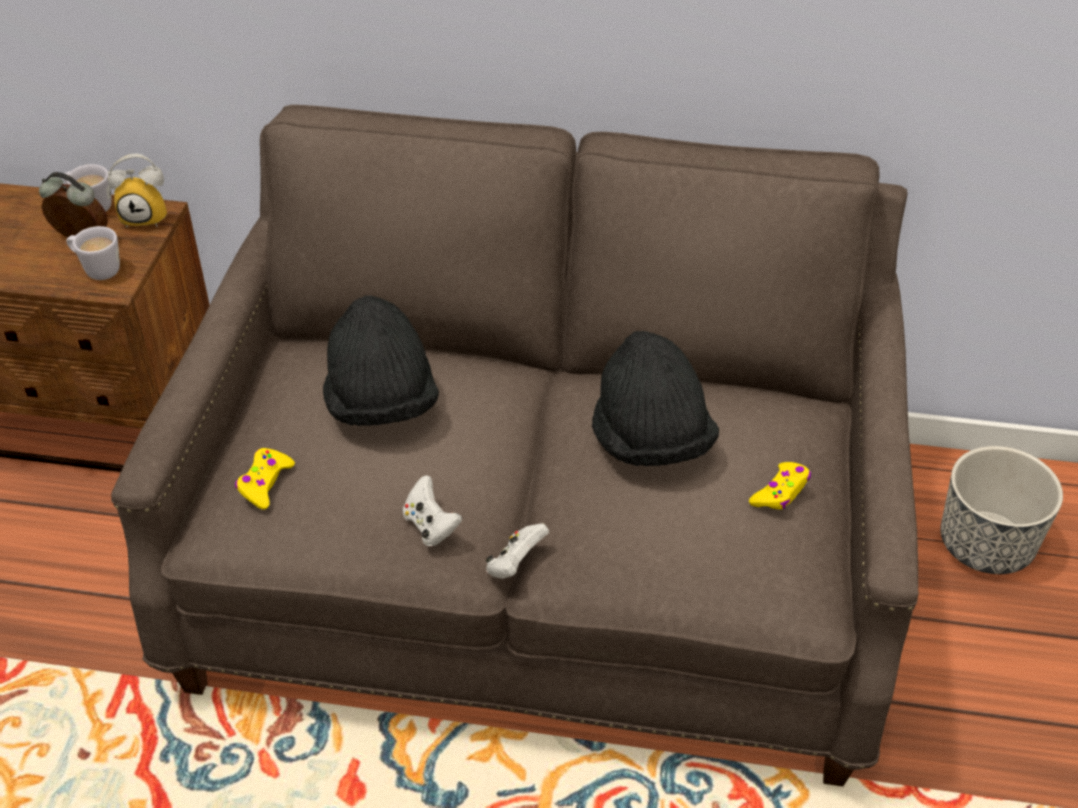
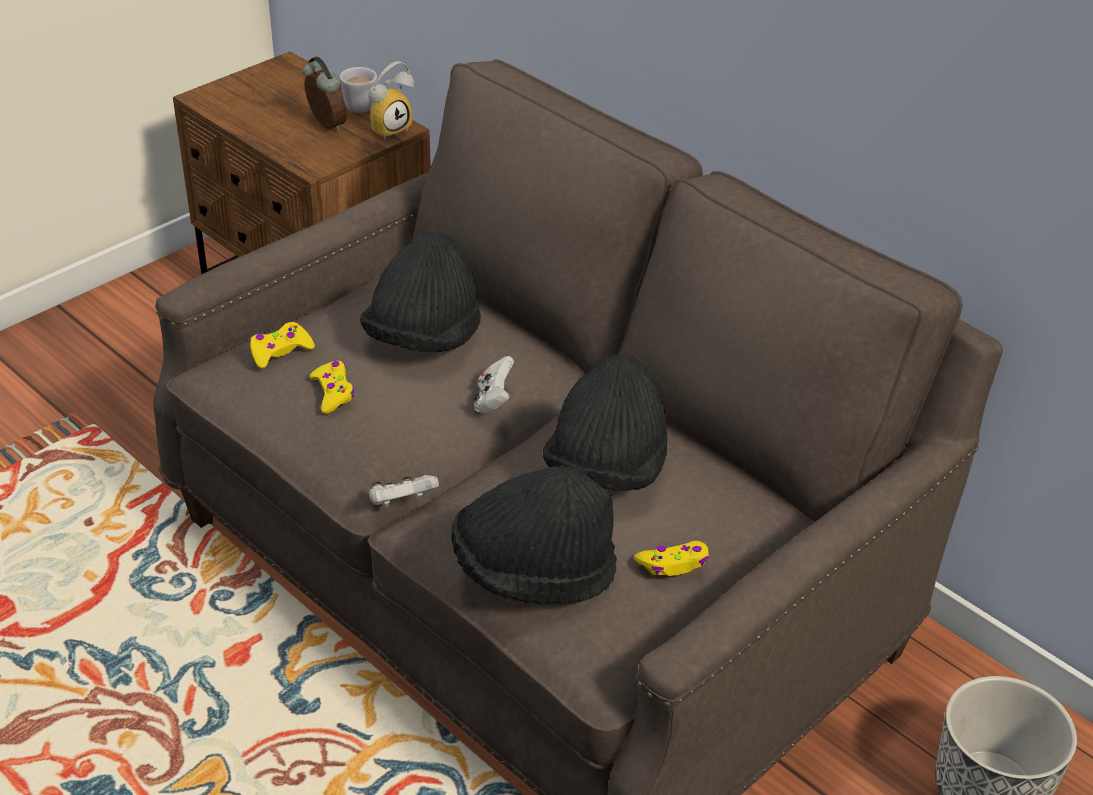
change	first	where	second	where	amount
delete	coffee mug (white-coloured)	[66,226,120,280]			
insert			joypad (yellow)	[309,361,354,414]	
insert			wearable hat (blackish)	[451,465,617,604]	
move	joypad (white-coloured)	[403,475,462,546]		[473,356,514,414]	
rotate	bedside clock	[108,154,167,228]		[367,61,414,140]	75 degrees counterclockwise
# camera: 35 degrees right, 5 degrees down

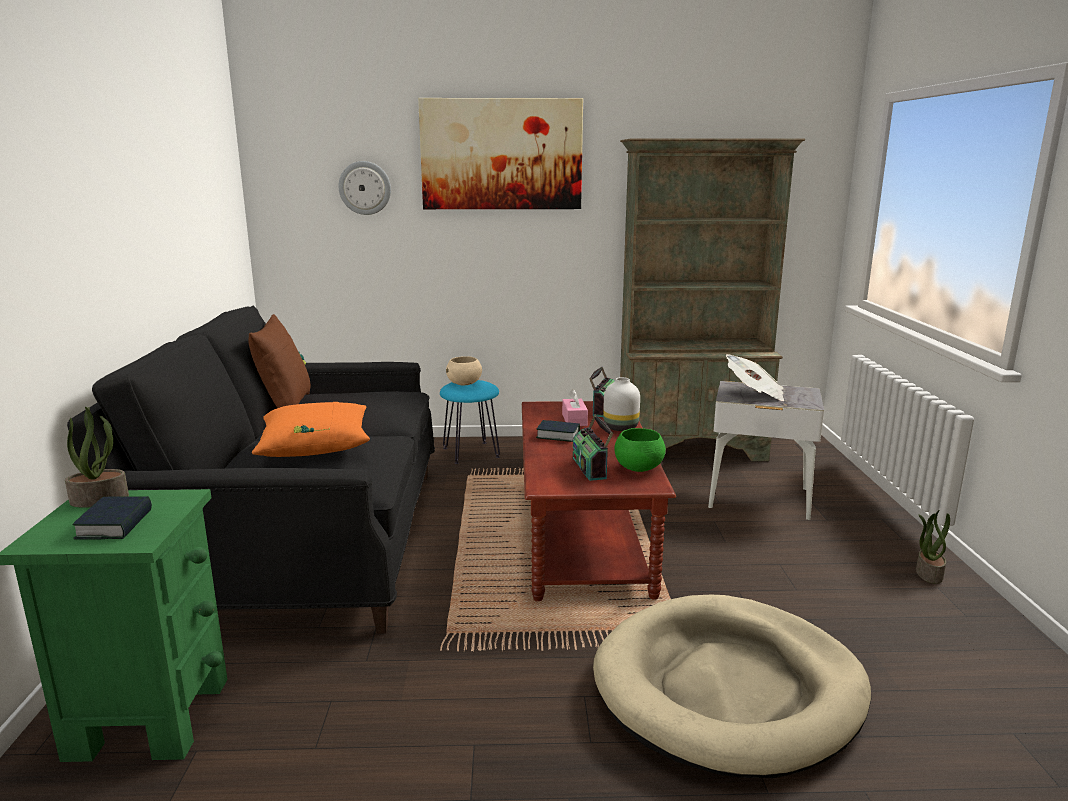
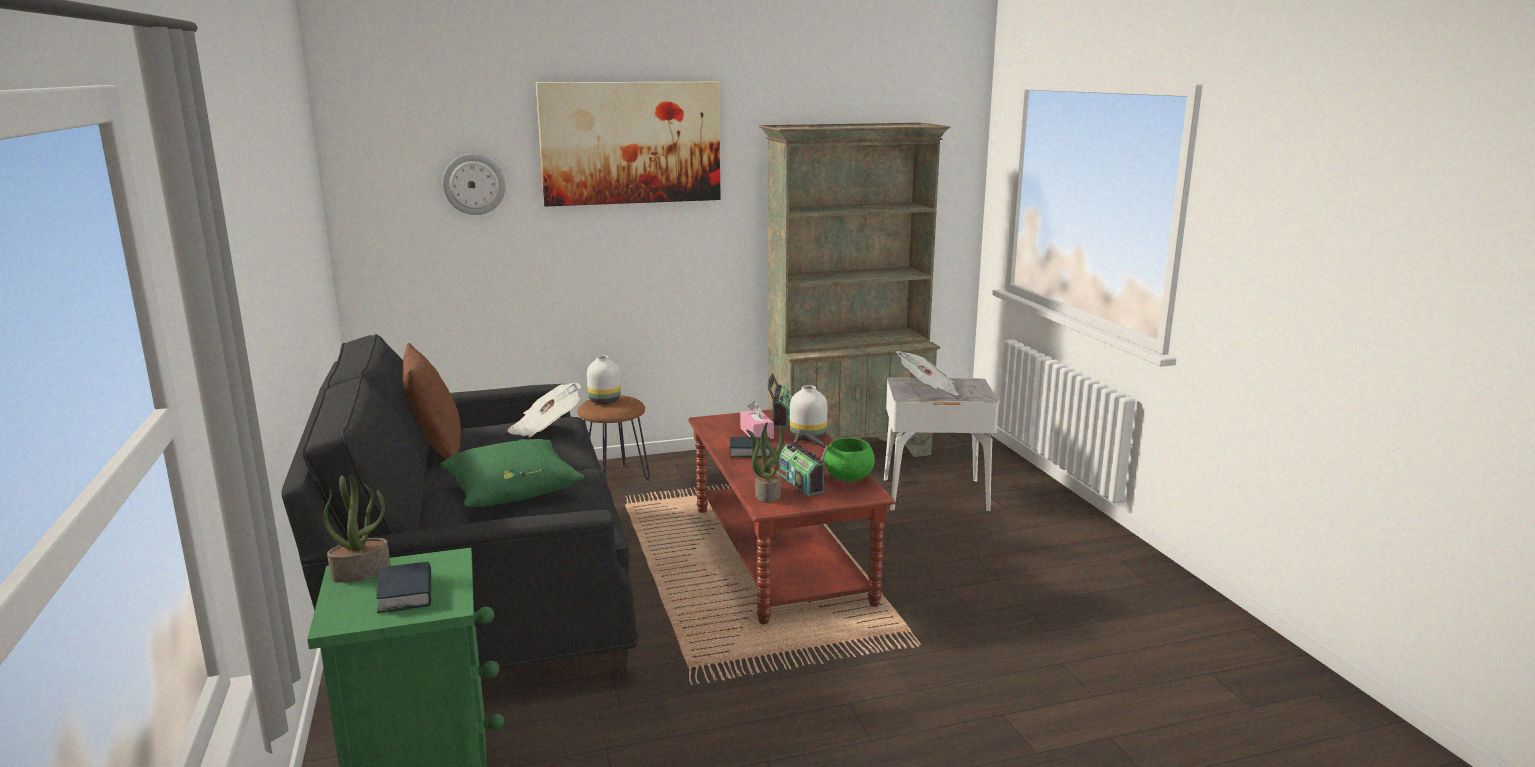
change	first	where	second	where	amount
delete	dog cushion (beige)	[593,595,871,778]			
insert			printed paper	[508,383,582,437]	
move	potted plant	[916,510,950,584]		[746,422,784,503]	
replace	deep dish (beige)	[446,356,482,385]	flower vase (white-coloured)	[587,356,621,404]	
recolor	pillow (orangey)	[252,402,370,457]	pillow (green)	[441,439,585,507]	
recolor	stool seat (turquoise-coloured)	[440,380,500,464]	stool seat (brown)	[577,395,650,481]	
# camera: 15 degrees left, 0 degrees up

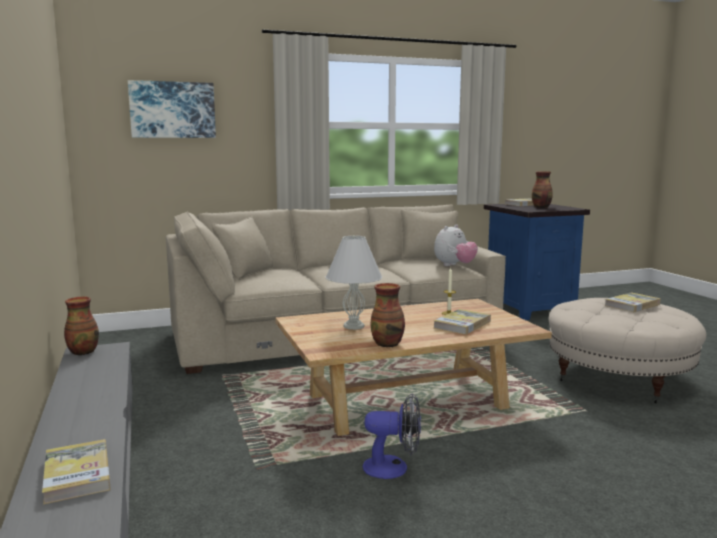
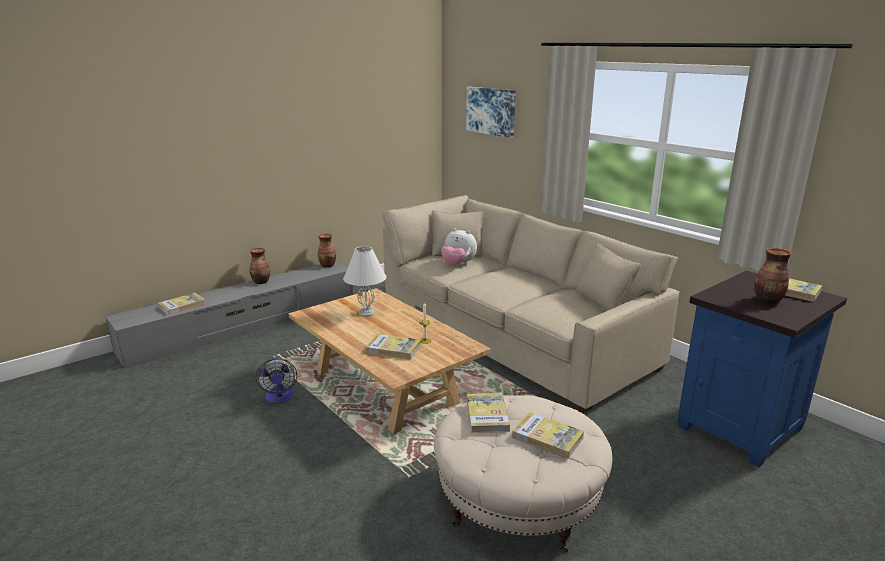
change	first	where	second	where	amount
insert			book	[467,393,510,433]	
move	flower vase	[371,283,405,347]		[249,248,270,284]	
move	cuddly toy	[434,224,478,266]		[441,228,477,265]	
# camera: 70 degrees right, 10 degrees up

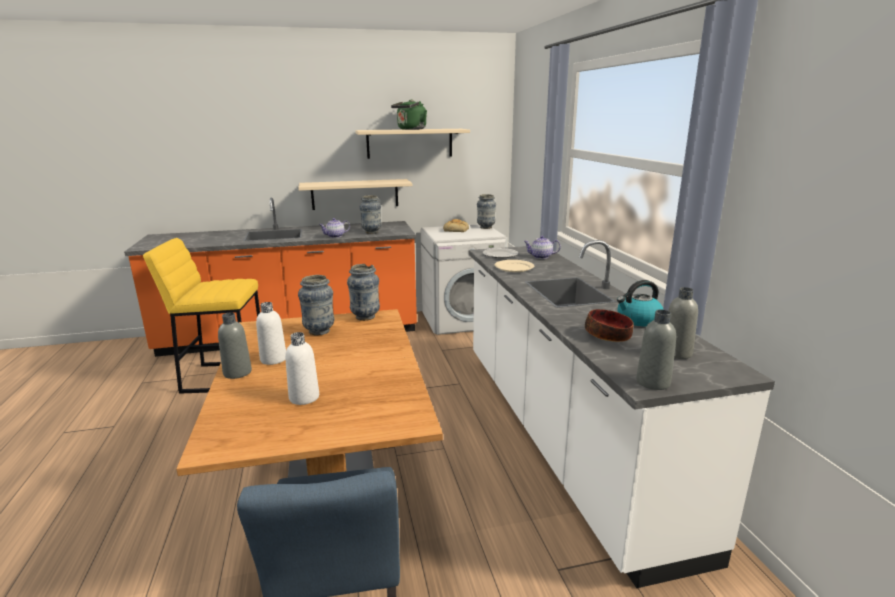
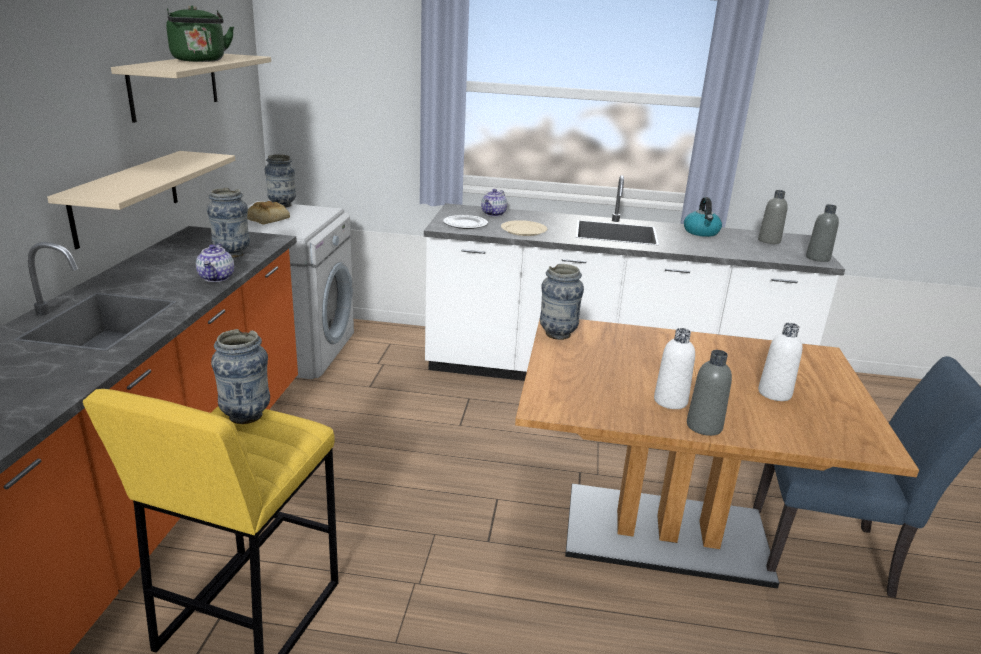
change	first	where	second	where	amount
delete	deep dish	[585,309,634,342]			
move	flower vase	[298,275,334,336]		[211,329,270,424]	
# camera: 70 degrees left, 5 degrees up

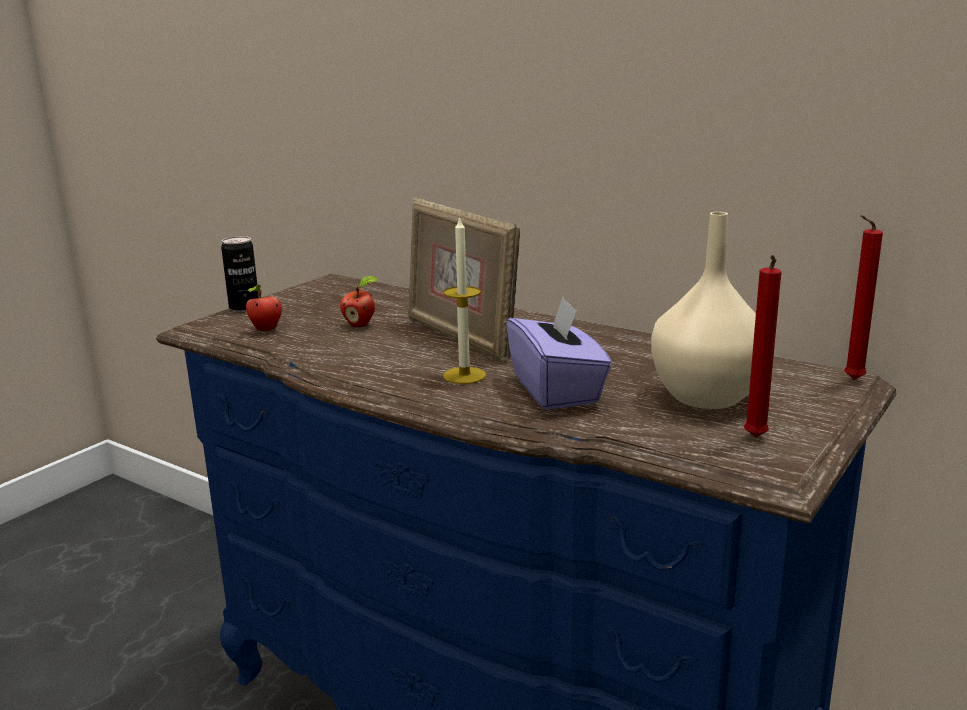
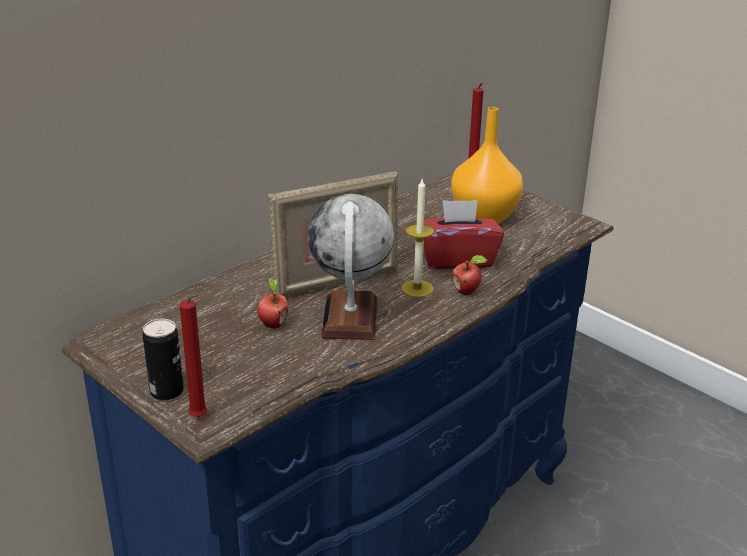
change	first	where	second	where	amount
insert			globe	[308,194,394,340]	
move	apple fruit	[246,285,282,331]		[451,255,487,295]	
move	wax candle (red)	[744,255,781,438]		[179,294,207,417]	
recolor	tissue box (purplish)	[506,297,612,410]	tissue box (red)	[423,200,504,269]	
recolor	flower vase (beige)	[651,212,756,409]	flower vase (orangey)	[451,107,523,224]	
# camera: 80 degrees left, 10 degrees up

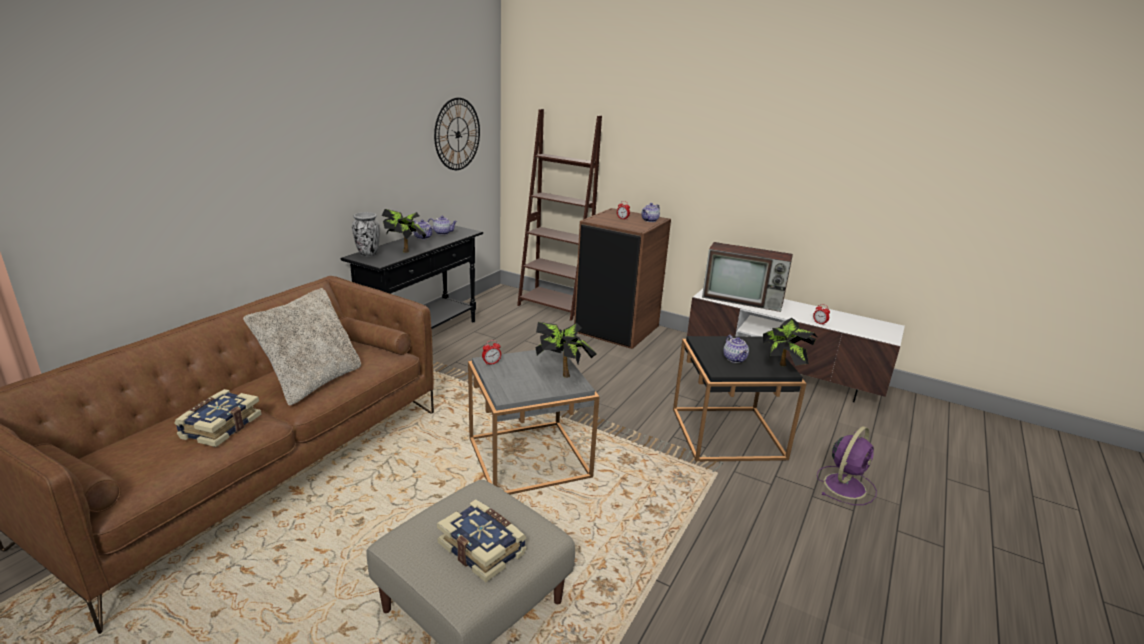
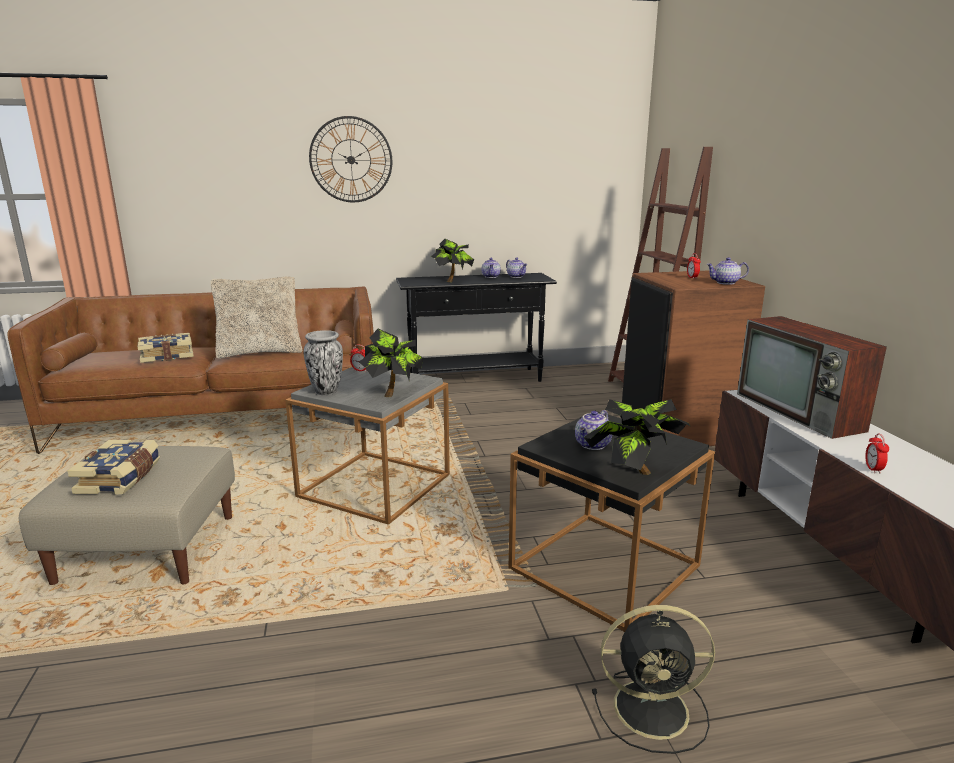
change	first	where	second	where	amount
move	flower vase	[352,212,380,257]		[303,330,343,395]	
move	hanging clock	[434,98,480,170]		[309,116,392,202]	
recolor	electric fan (purplish)	[817,426,877,505]	electric fan (blackish)	[592,605,715,754]	
# camera: 50 degrees right, 5 degrees down

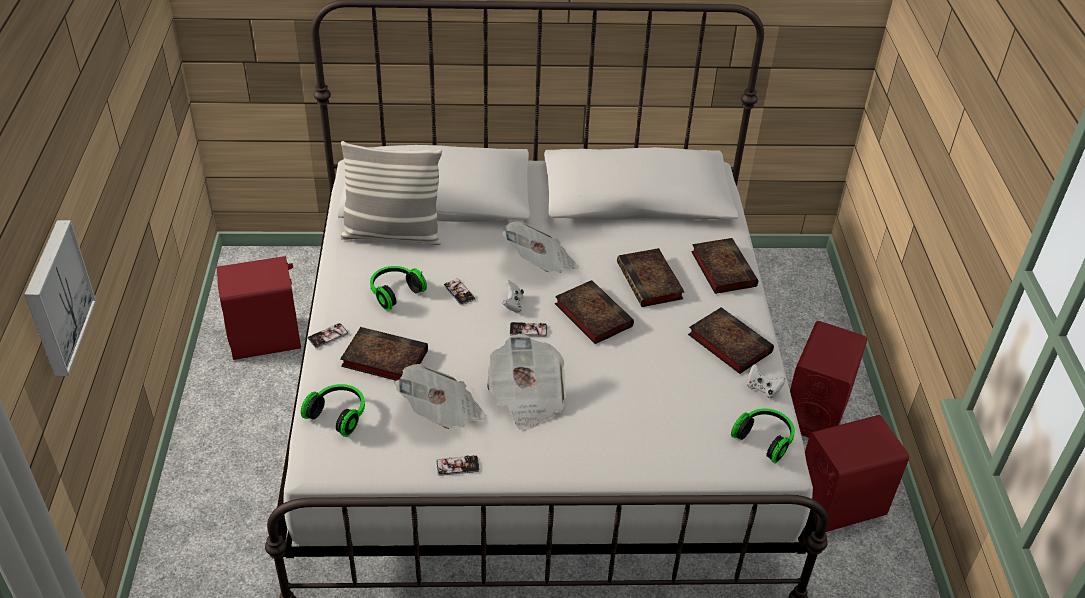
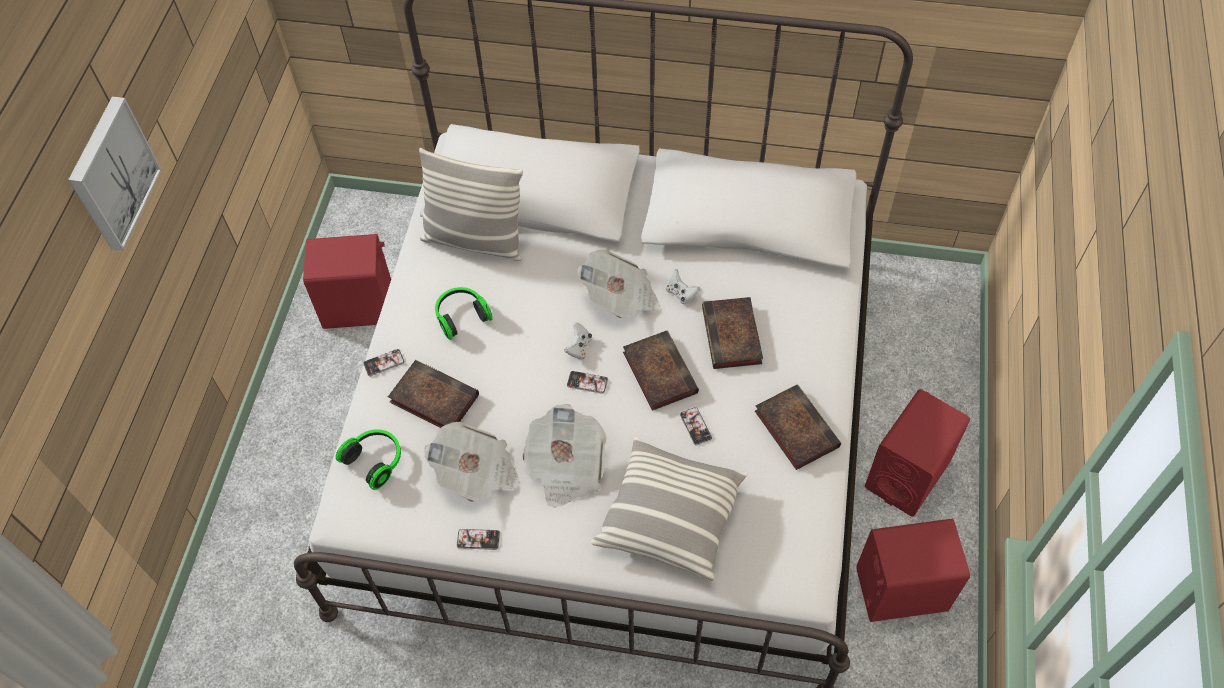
change	first	where	second	where	amount
delete	book	[691,238,758,294]			
delete	pair of headphones	[731,408,795,463]			
insert			pillow	[591,437,747,581]	
move	wall picture	[24,220,96,376]		[68,96,162,250]	
move	handset	[444,278,475,305]		[680,407,712,445]	
move	joypad (white-coloured)	[747,364,785,398]		[666,269,700,304]	
# camera: 15 degrees right, 15 degrees up

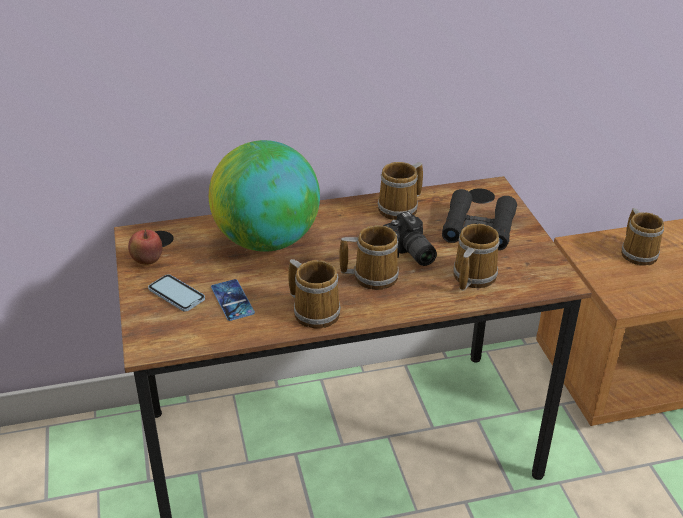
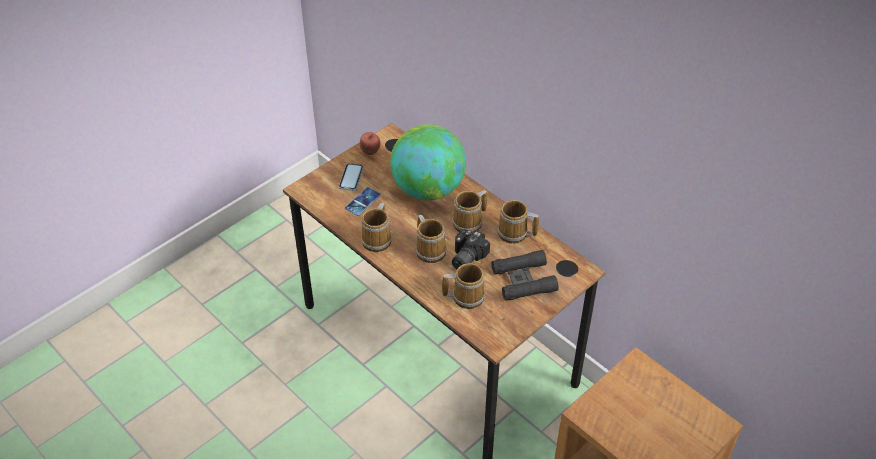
change	first	where	second	where	amount
move	coffee mug	[621,208,664,266]		[452,190,487,233]	
# camera: 60 degrees right, 10 degrees up

